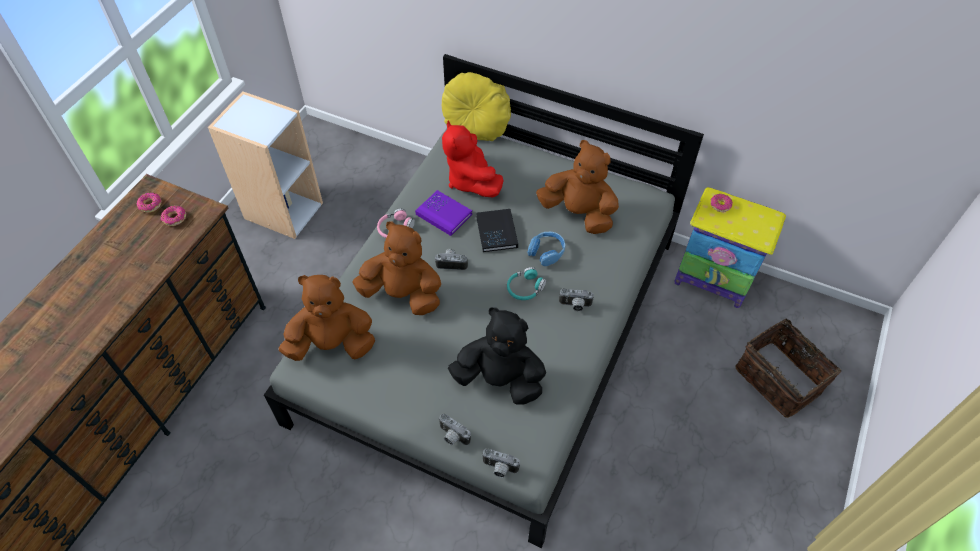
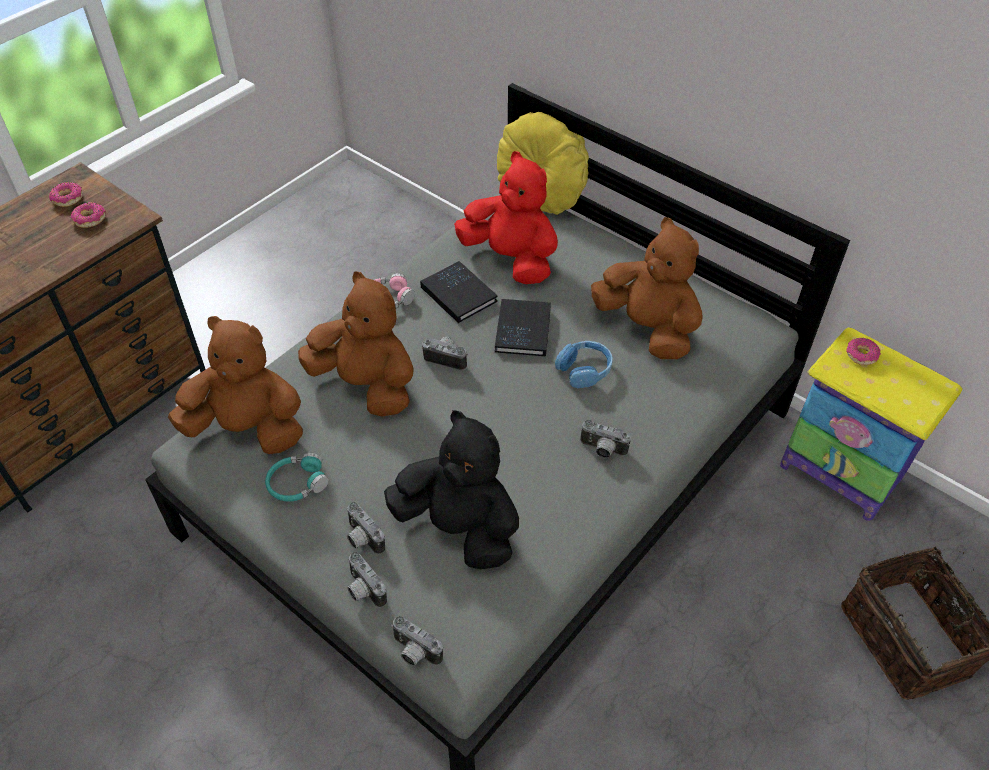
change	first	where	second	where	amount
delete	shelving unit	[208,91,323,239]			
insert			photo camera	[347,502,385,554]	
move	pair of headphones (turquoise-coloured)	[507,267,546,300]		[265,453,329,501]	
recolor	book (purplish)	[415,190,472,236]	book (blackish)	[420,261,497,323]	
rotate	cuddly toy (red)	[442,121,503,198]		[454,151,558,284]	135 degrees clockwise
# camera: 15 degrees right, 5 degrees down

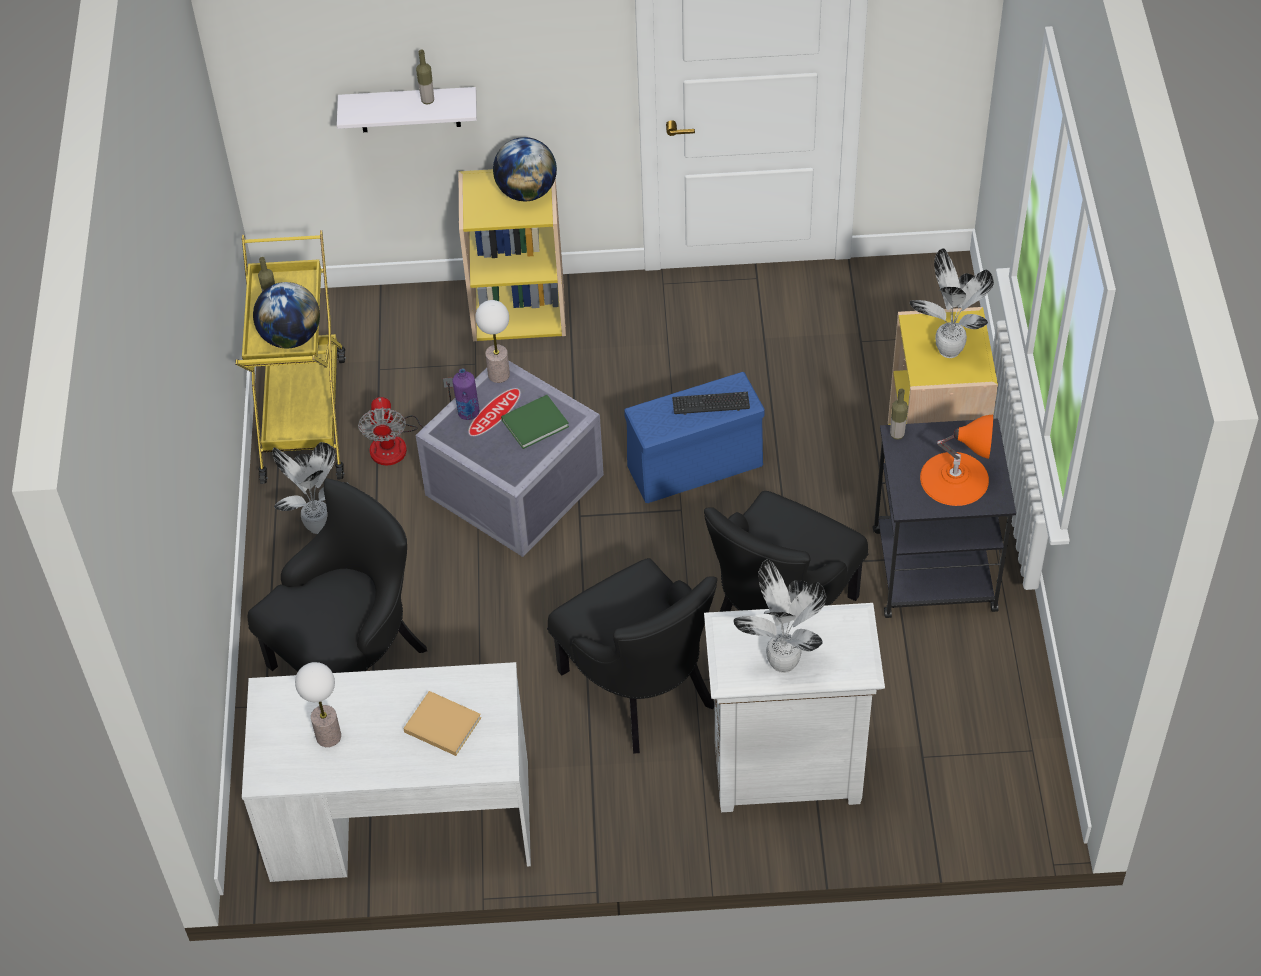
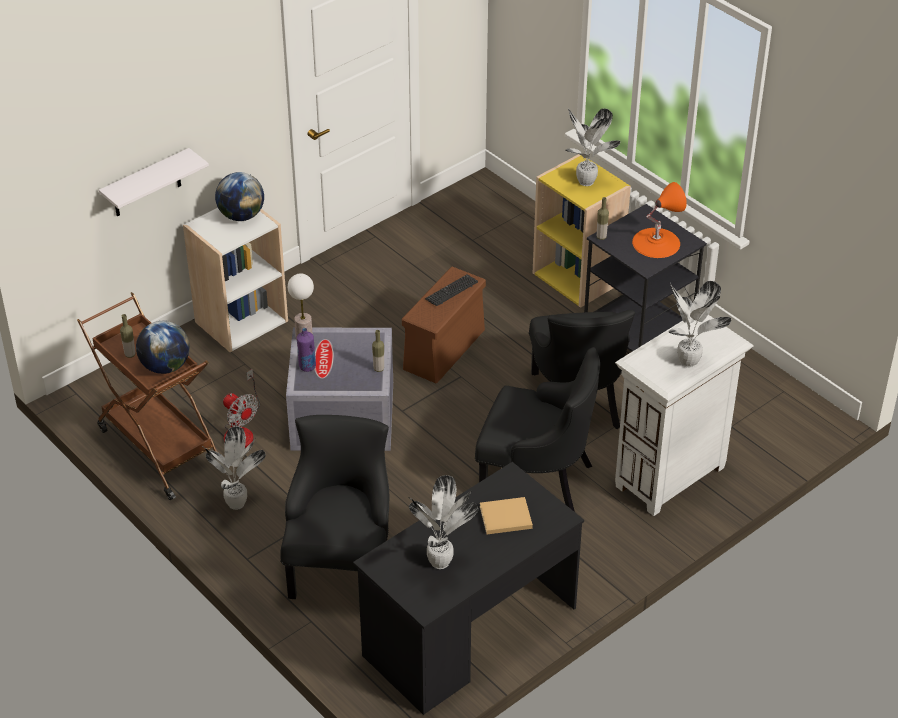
change	first	where	second	where	amount
delete	book (green)	[501,395,569,449]			
move	bottle	[416,50,434,105]		[372,330,384,372]	
replace	tabletop lamp	[295,662,341,747]	potted plant	[408,475,478,569]	
recolor	wheeled cart (yellow)	[235,230,346,484]	wheeled cart (brown)	[77,292,217,500]	
recolor	desk table (white-coloured)	[242,662,531,882]	desk table (blackish)	[353,462,584,715]	
recolor	shelving unit (yellow)	[458,169,566,341]	shelving unit (white-coloured)	[183,208,288,352]	
recolor	storage container (blue-coloured)	[624,372,765,503]	storage container (brown)	[402,267,486,383]	
# camera: 40 degrees left, 10 degrees down

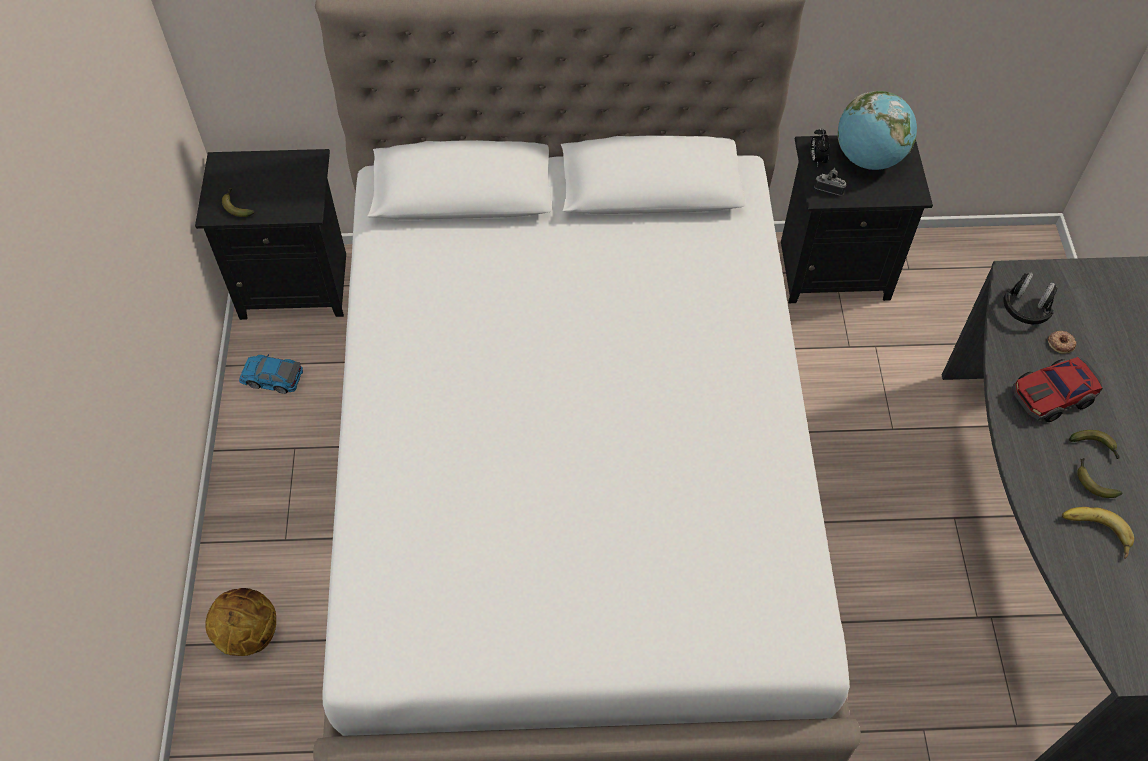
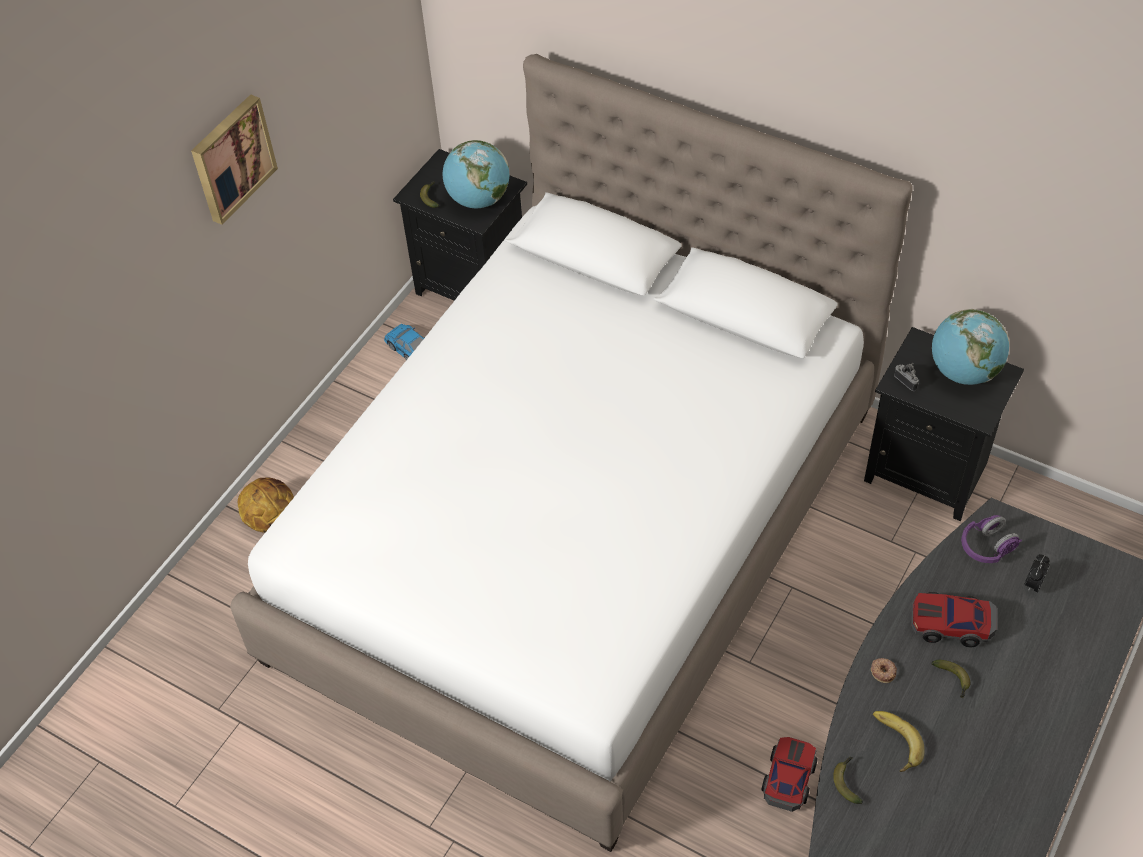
change	first	where	second	where	amount
insert			wall picture	[191,94,278,225]	
insert			globe	[443,140,509,208]	
insert			miniature car	[761,737,818,812]	
move	bedside clock	[810,128,830,167]		[1024,554,1050,592]	
move	donut	[1048,331,1077,354]		[871,658,897,683]	
move	banana	[1077,458,1122,498]		[833,757,863,804]	
recolor	pair of headphones (blackish)	[1004,273,1058,324]	pair of headphones (purplish)	[961,515,1022,563]	
# camera: 35 degrees right, 5 degrees down

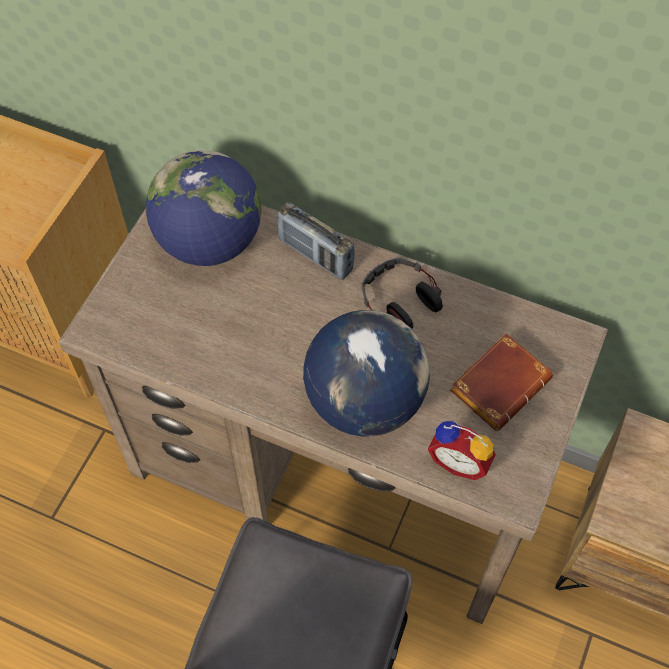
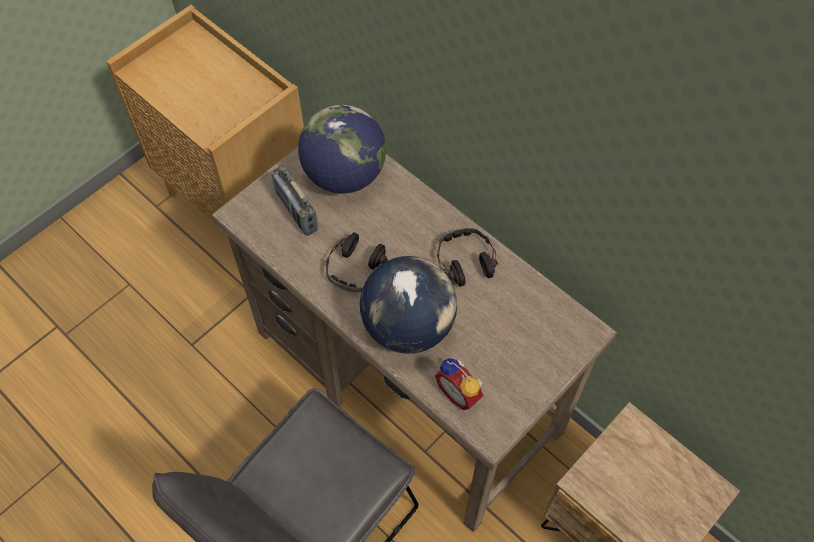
change	first	where	second	where	amount
delete	book (brown)	[450,333,553,431]			
insert			pair of headphones	[326,232,388,292]	
move	radio receiver	[277,202,355,280]		[271,166,318,236]	
# camera: 20 degrees right, 0 degrees up

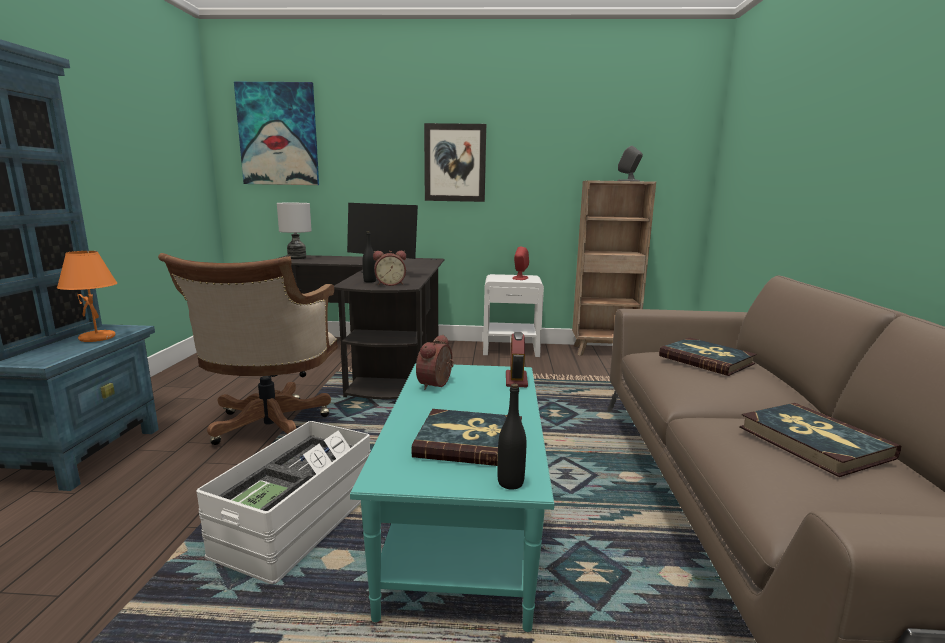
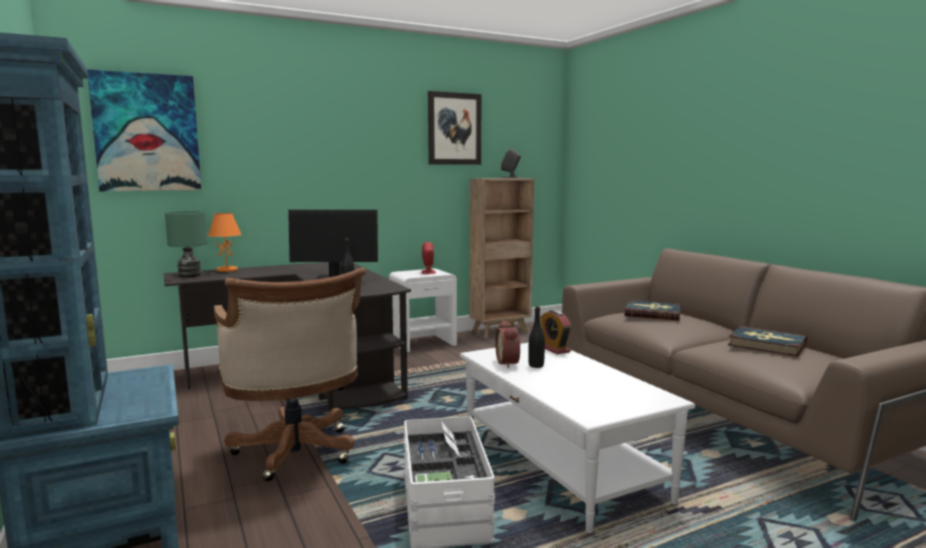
change	first	where	second	where	amount
delete	bedside clock	[373,251,406,286]			
delete	book	[411,409,522,466]			
move	tabletop lamp (orangey)	[57,251,117,342]		[208,213,242,272]	
move	wall picture	[424,123,486,202]		[428,91,482,165]	
move	bottle (blackish)	[497,384,526,490]		[528,306,545,368]	
recolor	tabletop lamp (gray)	[277,203,312,259]	tabletop lamp (green)	[165,211,207,277]	
recolor	lounge table (turquoise-coloured)	[350,363,554,632]	lounge table (white-coloured)	[460,343,695,534]	
# camera: 30 degrees left, 5 degrees down

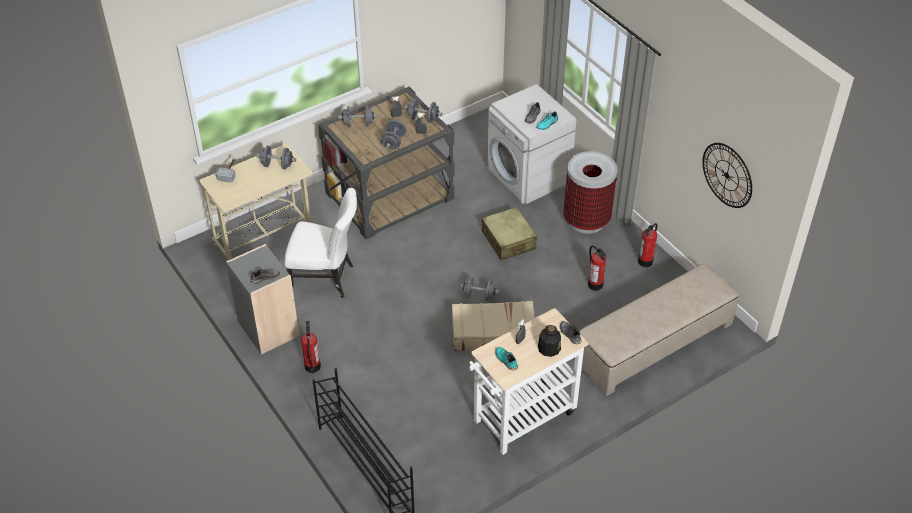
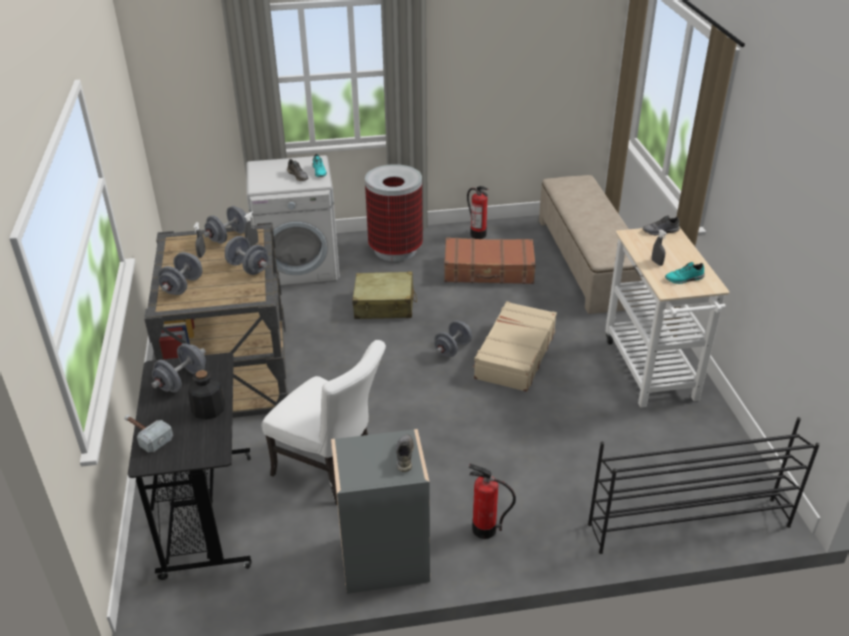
change	first	where	second	where	amount
delete	hanging clock	[702,143,752,208]			
move	bottle	[538,325,561,357]		[188,370,226,420]	
replace	extinguisher	[588,245,606,291]	piece of luggage (brown)	[444,237,536,284]	
recolor	desk table (beige)	[200,144,313,260]	desk table (blackish)	[128,352,251,580]	
rotate	plain chair (white-coloured)	[285,188,357,298]		[262,340,386,505]	90 degrees clockwise
# camera: 65 degrees left, 10 degrees down

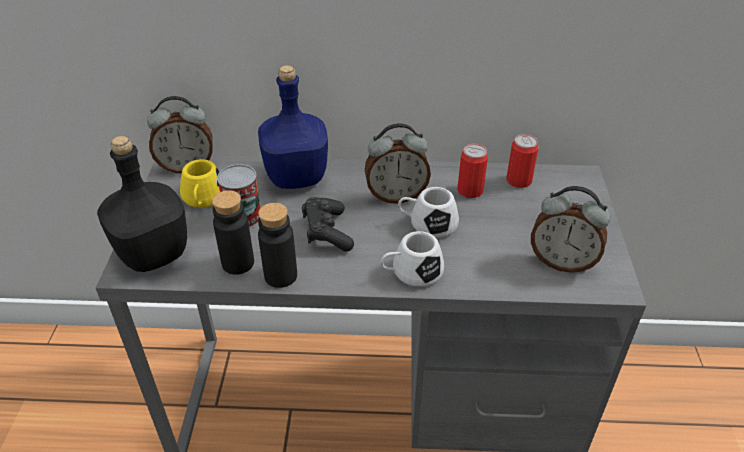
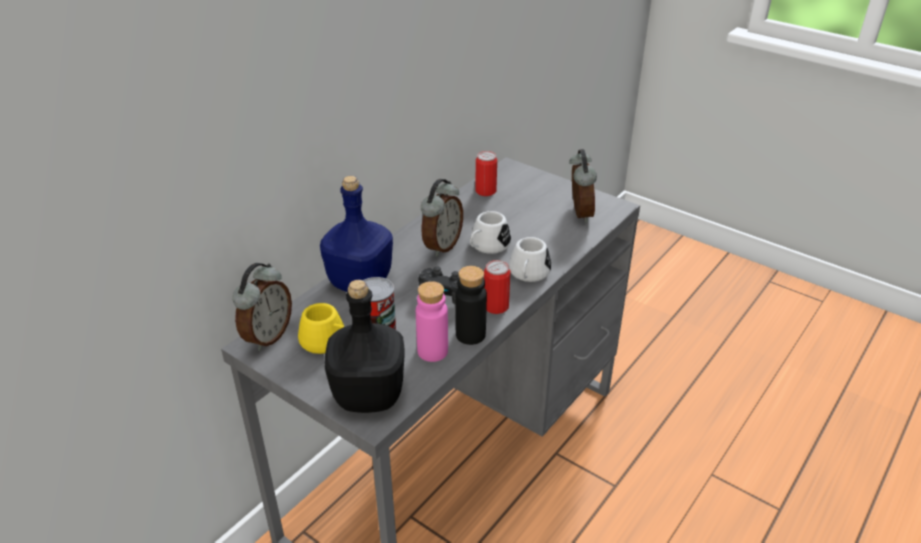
change	first	where	second	where	amount
move	sealed can	[457,144,488,198]		[484,260,510,314]	
recolor	bottle (blackish)	[212,190,254,275]	bottle (pinkish)	[416,281,448,362]	
rotate	bedside clock	[531,186,610,273]		[569,149,597,223]	60 degrees counterclockwise
# camera: 55 degrees left, 5 degrees down

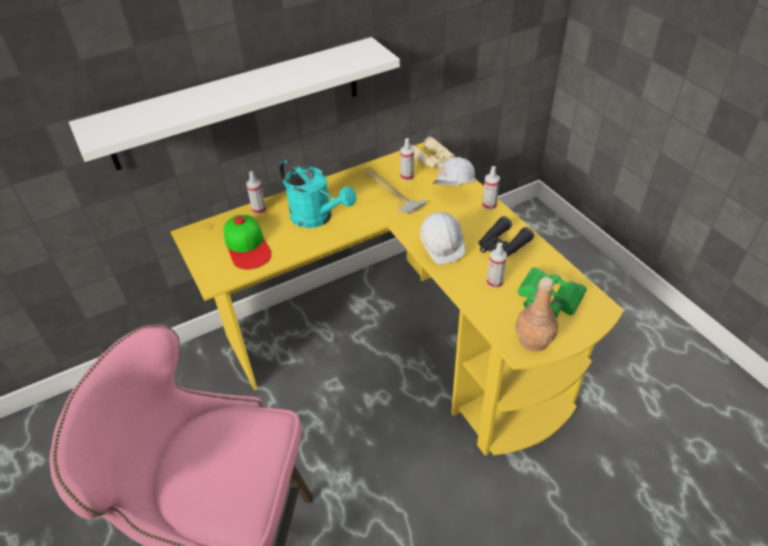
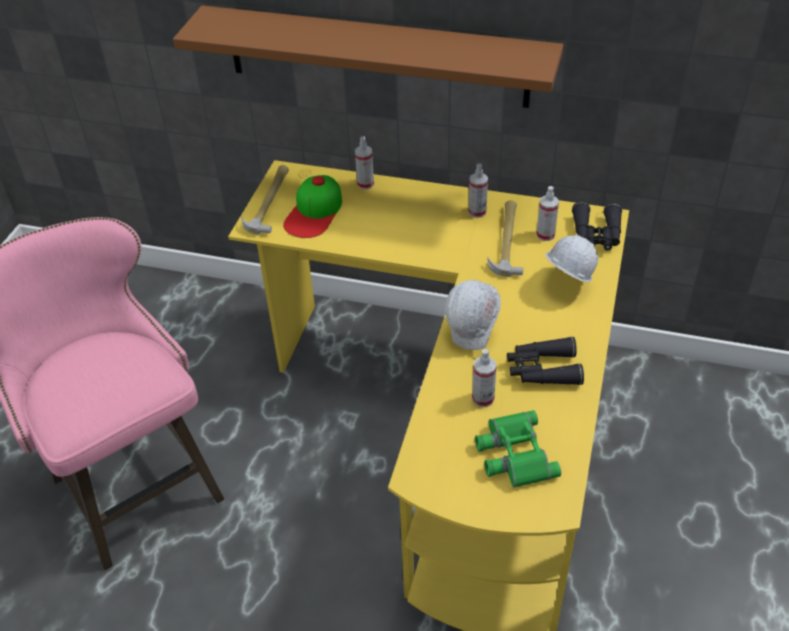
change	first	where	second	where	amount
delete	sprinkling can (turquoise-coloured)	[279,159,356,228]			
delete	bottle (brown)	[516,277,558,352]			
insert			hand hammer	[241,165,289,235]	
move	spray bottle	[482,166,500,210]		[468,163,488,218]	
recolor	bracket shelf (white-coloured)	[69,37,400,170]	bracket shelf (brown)	[173,5,563,108]	
recolor	pair of binoculars (beige)	[411,136,455,169]	pair of binoculars (blackish)	[572,201,622,250]	
# camera: 45 degrees right, 0 degrees up

